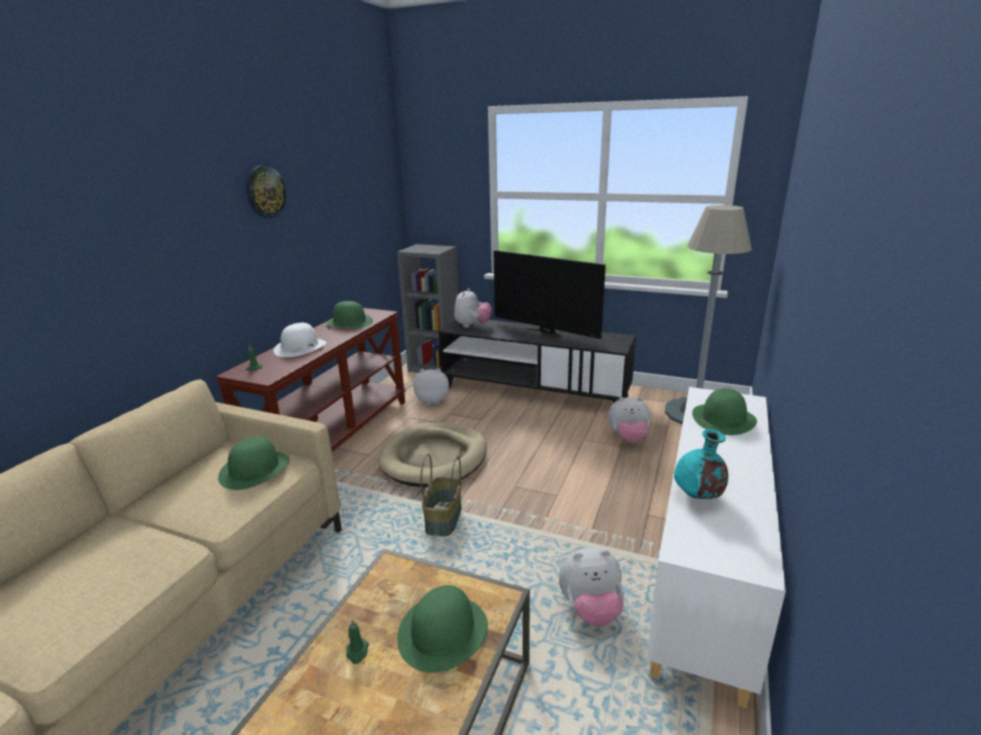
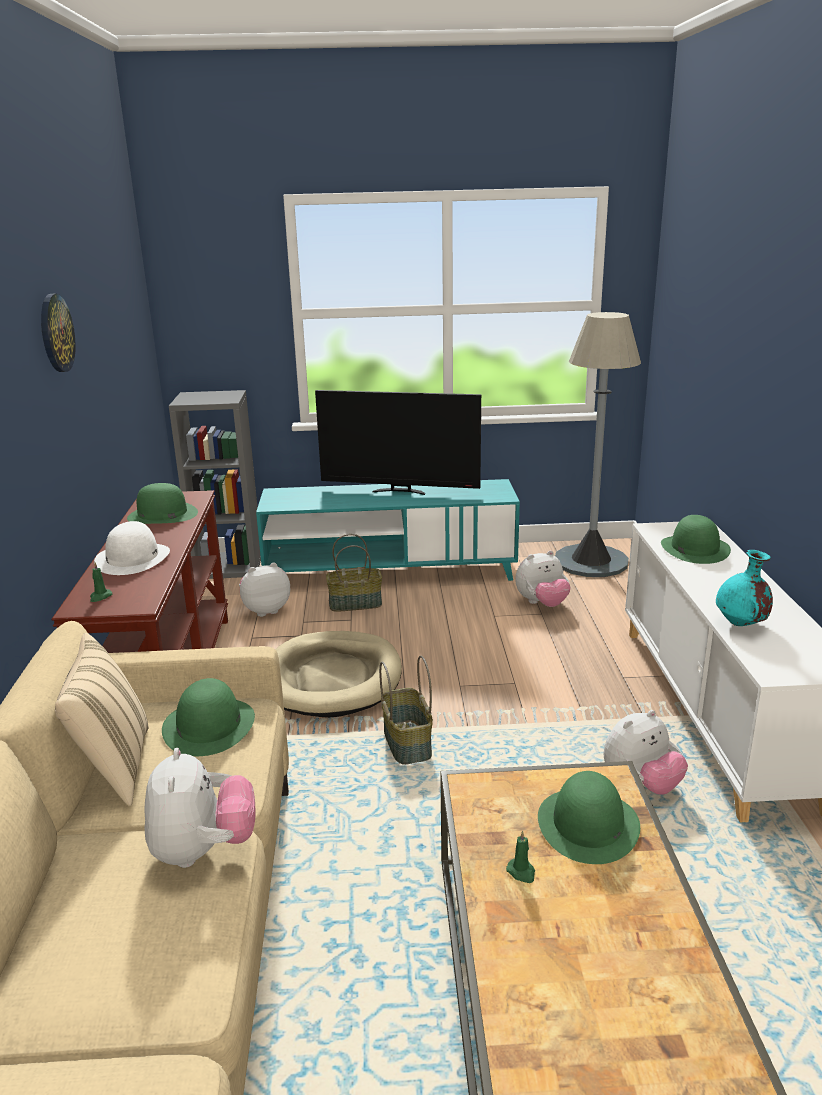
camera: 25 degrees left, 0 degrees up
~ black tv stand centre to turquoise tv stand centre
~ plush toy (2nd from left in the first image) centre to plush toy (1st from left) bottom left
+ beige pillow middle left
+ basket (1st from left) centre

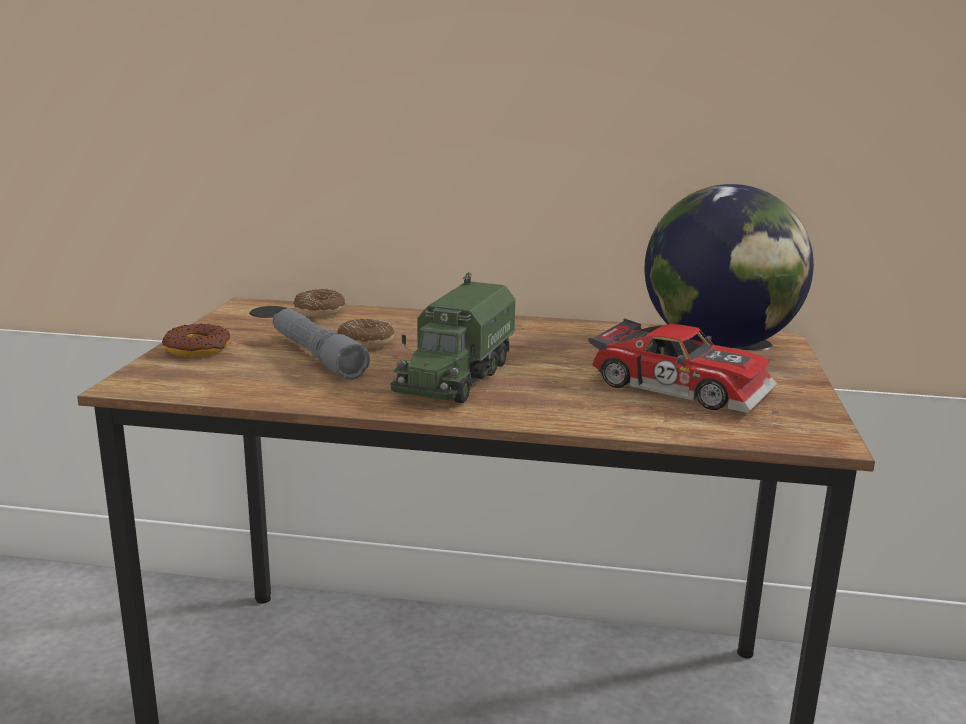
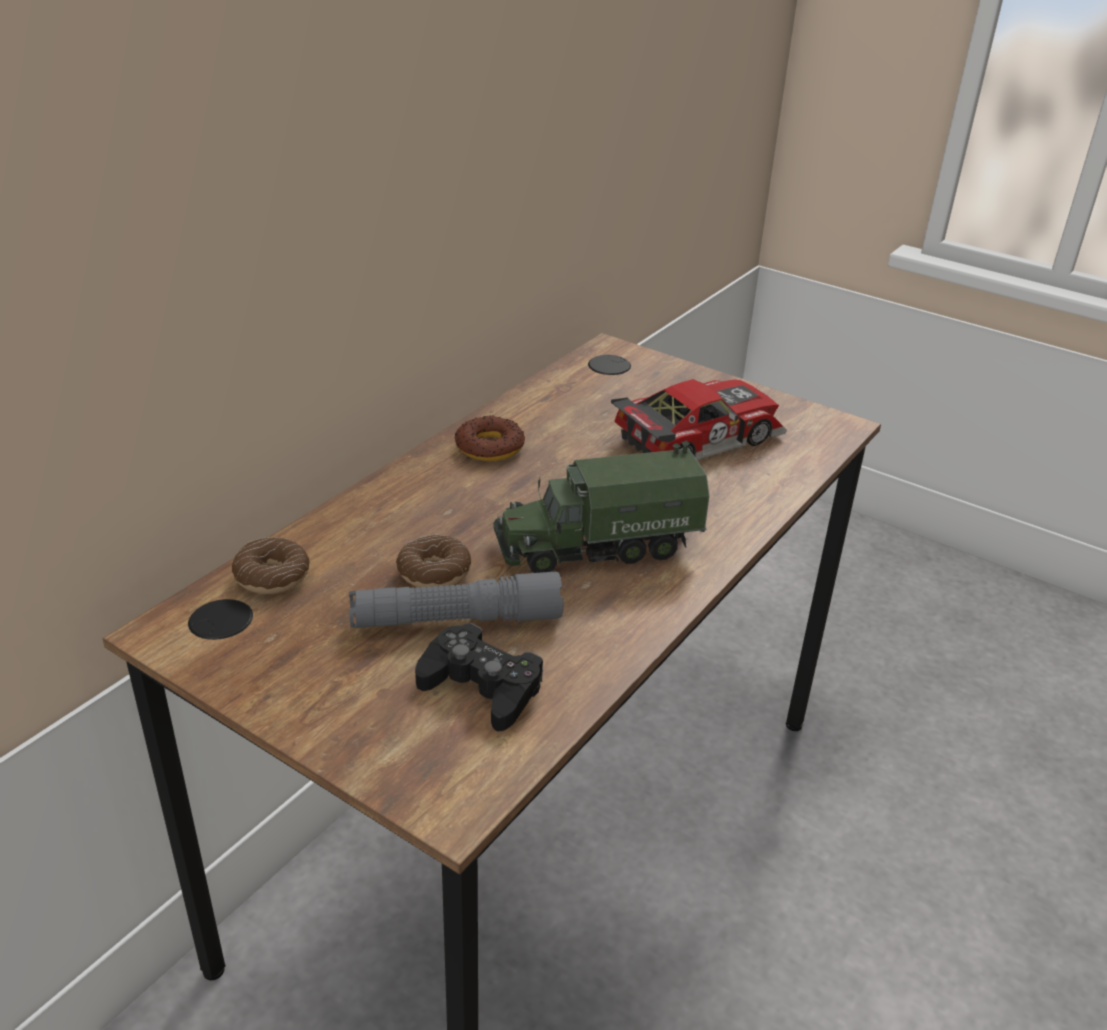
camera: 65 degrees left, 15 degrees up
~ donut (1st from left in the first image) middle left to donut (3rd from left) centre
~ toy truck centre = centre 120 degrees clockwise
- globe middle right
+ black game controller centre

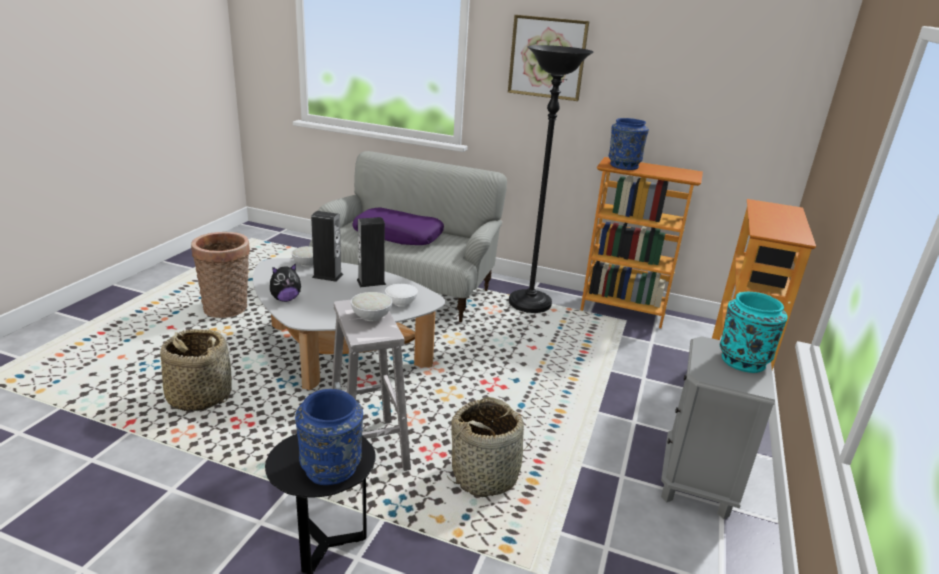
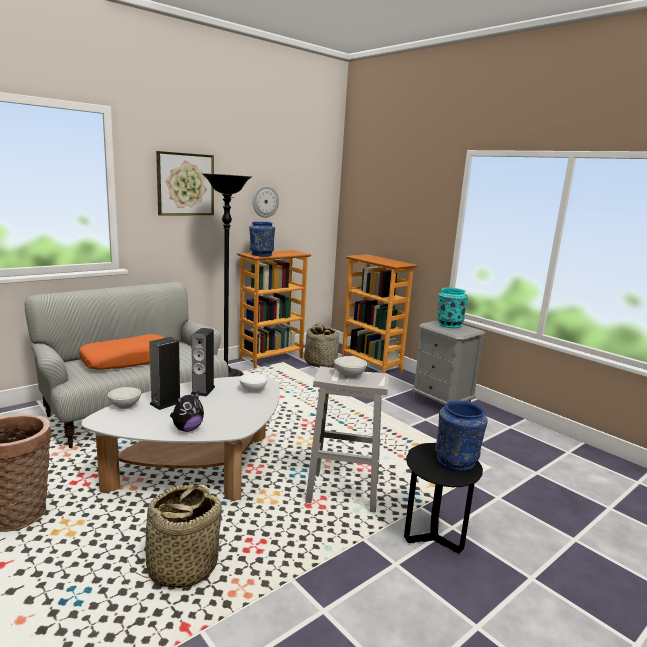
camera: 60 degrees left, 10 degrees down
~ plush toy middle left = middle left 45 degrees clockwise
~ purple pillow centre to orange pillow middle left
~ basket (3rd from left) bottom centre to centre
+ wall clock top centre

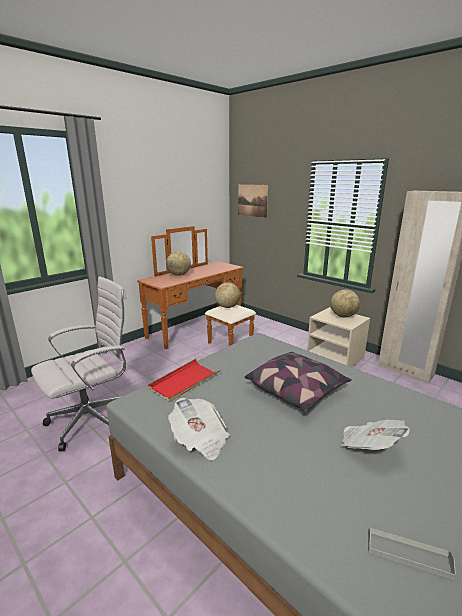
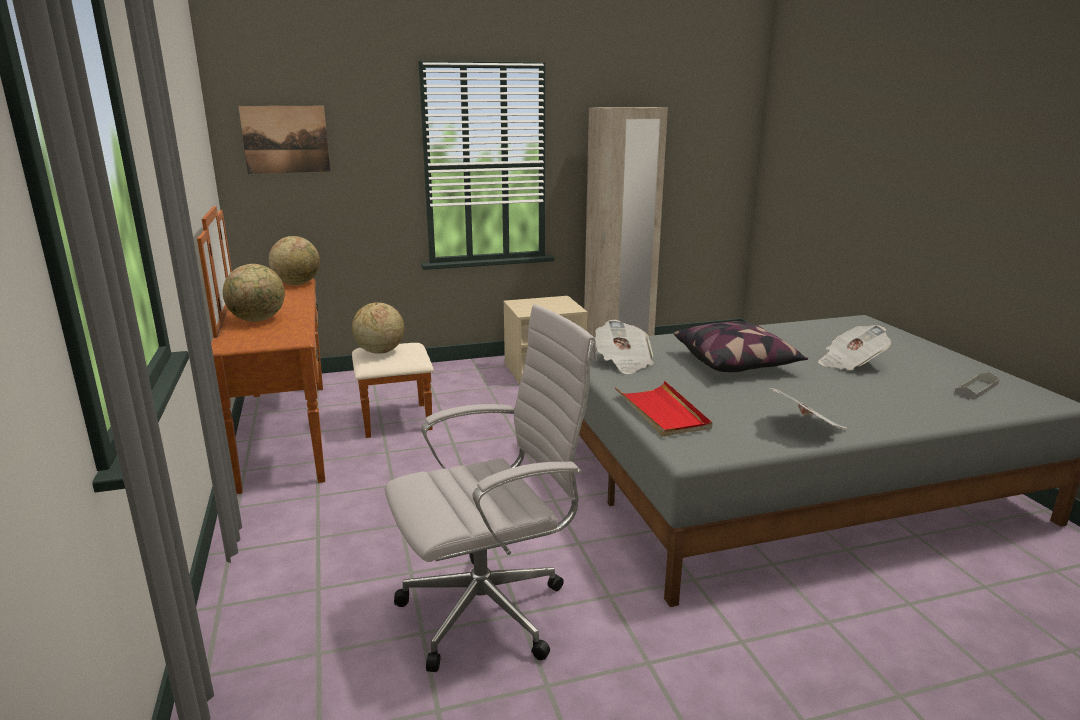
camera: 60 degrees left, 0 degrees up
~ white office chair middle left = bottom centre 75 degrees clockwise
~ globe (3rd from left in the first image) middle right to globe (2nd from left) middle left
+ newspaper (1st from left) centre

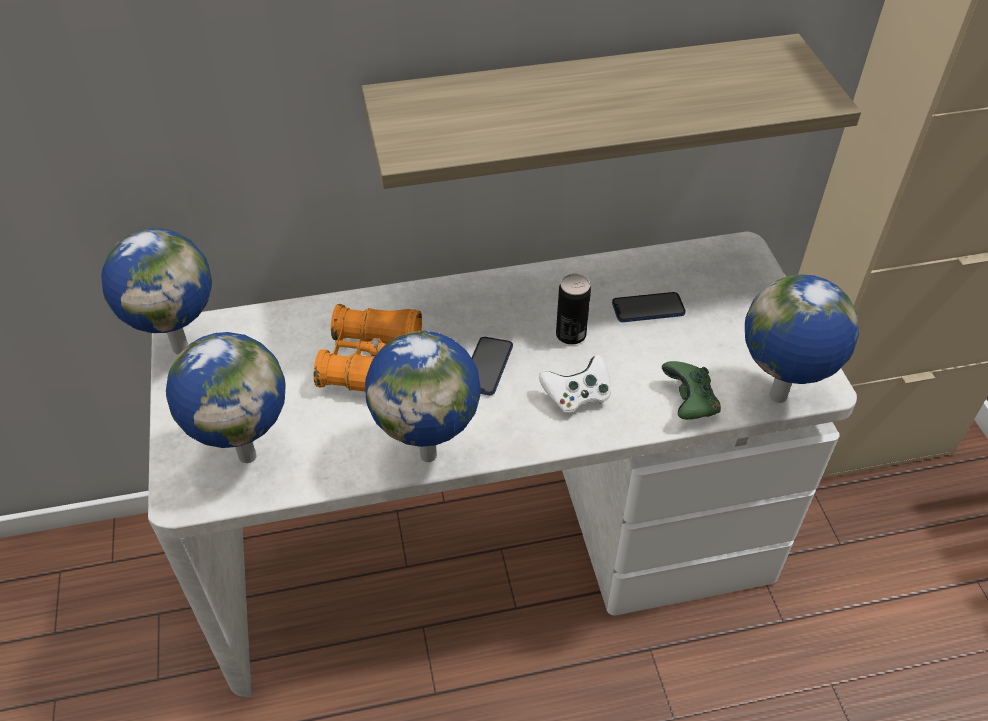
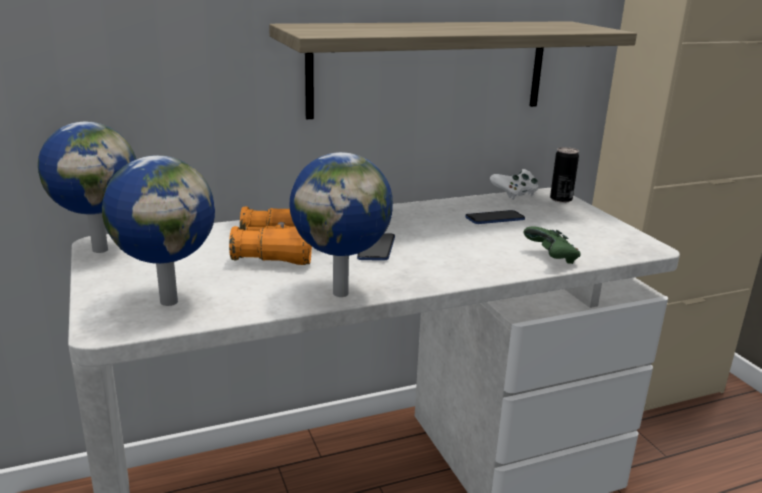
camera: 10 degrees left, 25 degrees down
~ white game controller centre to middle right
~ can centre to middle right
- globe (4th from left) middle right

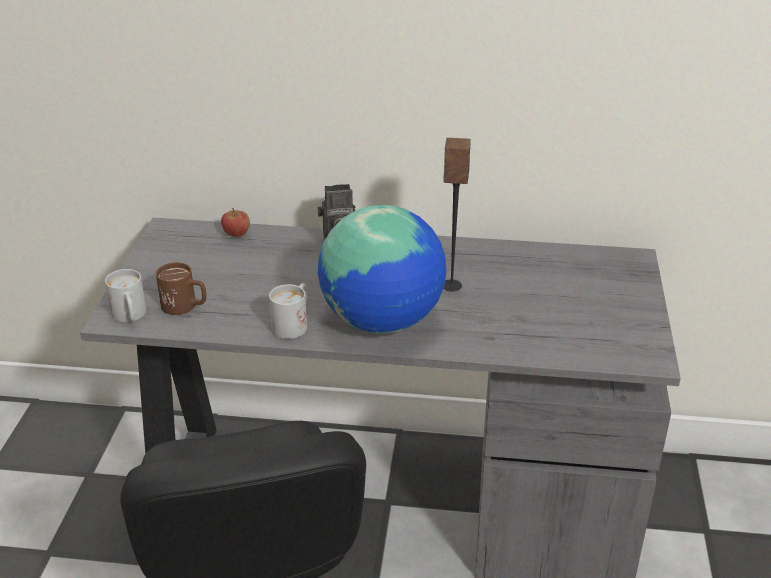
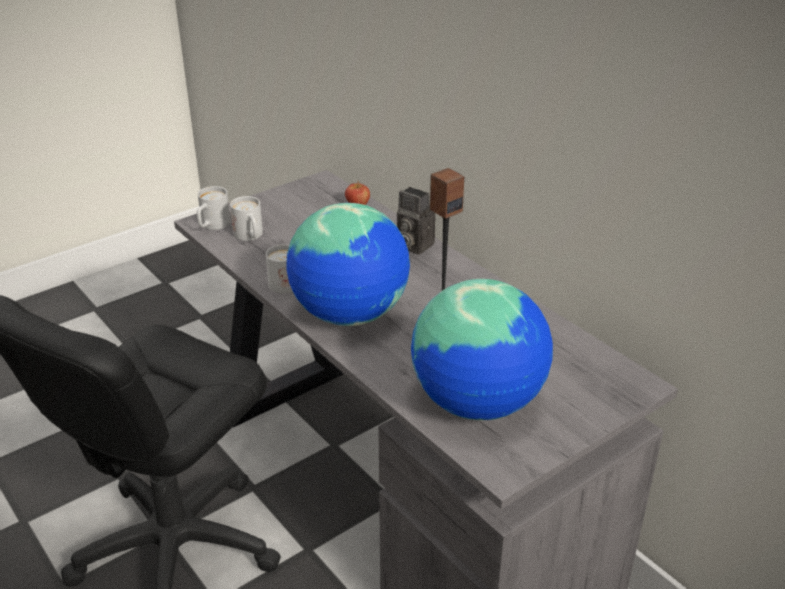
camera: 45 degrees right, 0 degrees up
~ brown mug middle left to white mug (2nd from left) middle left
+ globe (2nd from left) centre

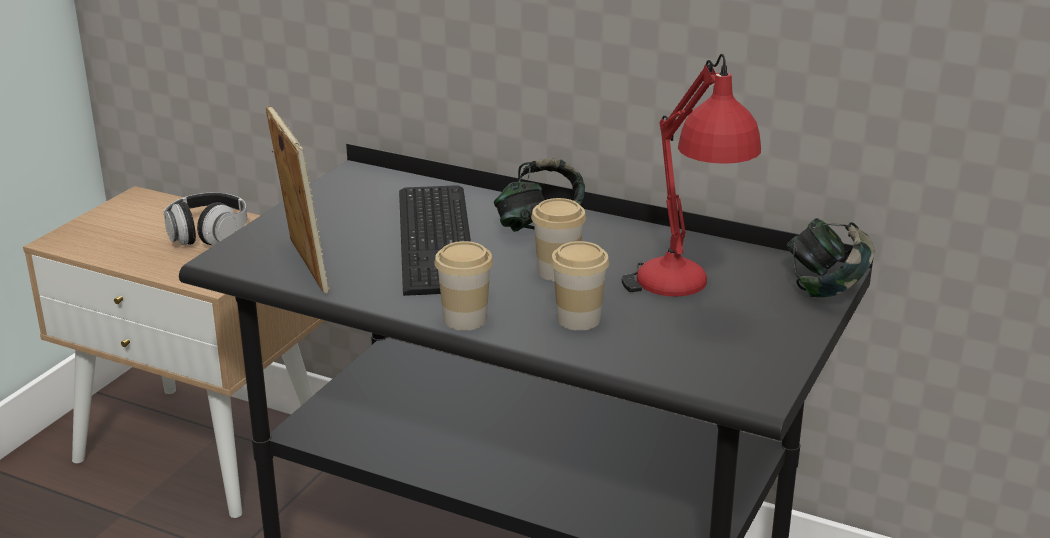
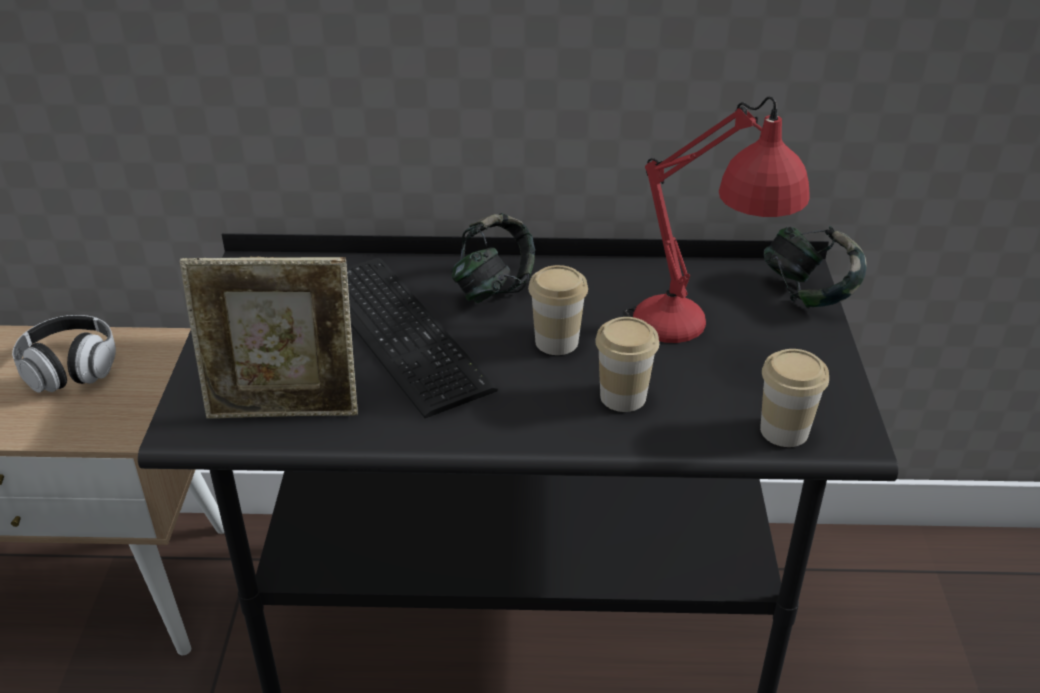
camera: 25 degrees left, 10 degrees up
~ picture frame middle left = middle left 135 degrees clockwise
~ cup (1st from left in the first image) centre to cup (3rd from left) middle right

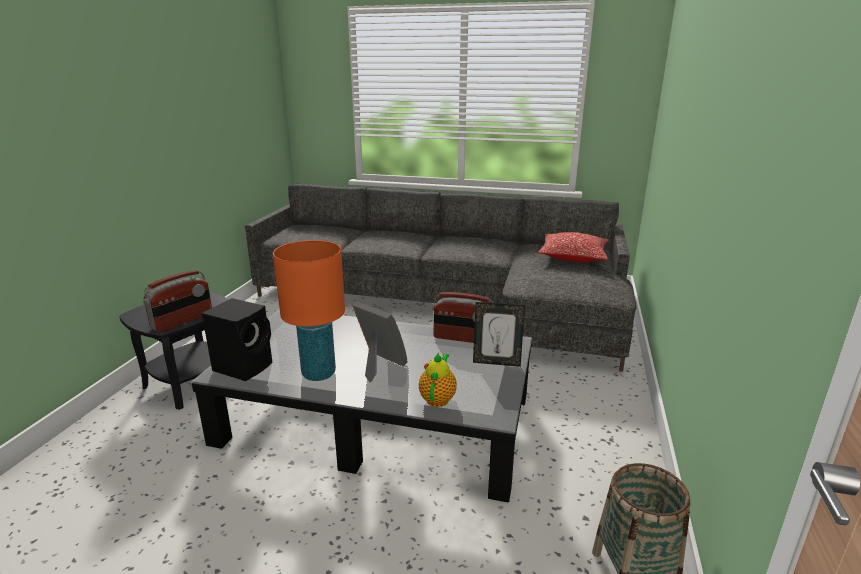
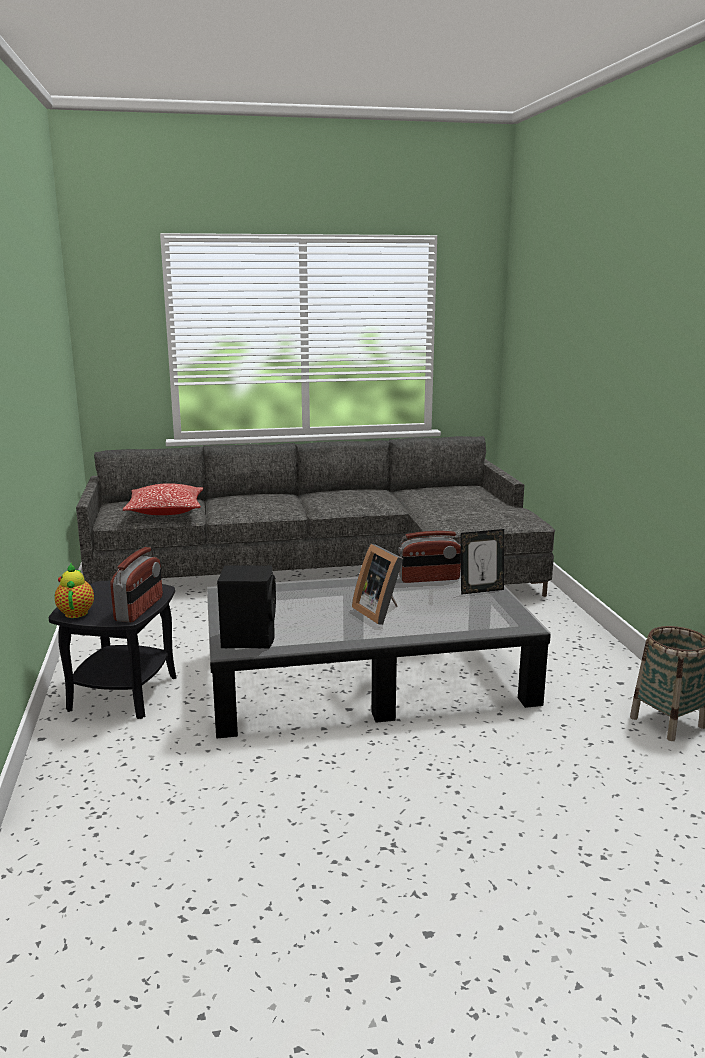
camera: 25 degrees left, 5 degrees down
- orange table lamp centre
~ picture frame (1st from left) centre = centre 135 degrees counterclockwise
~ teapot centre to middle left
~ pillow centre to middle left

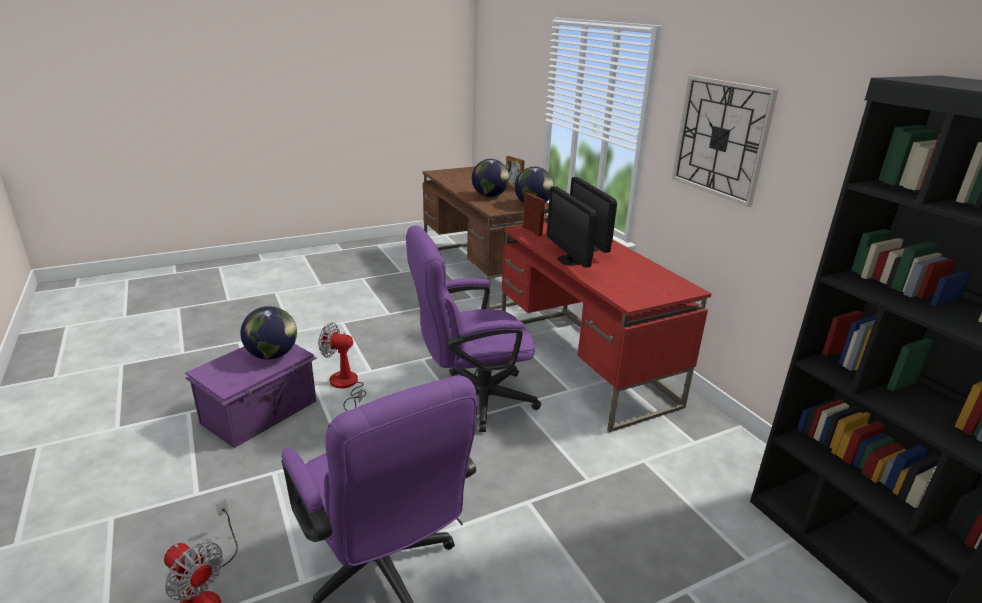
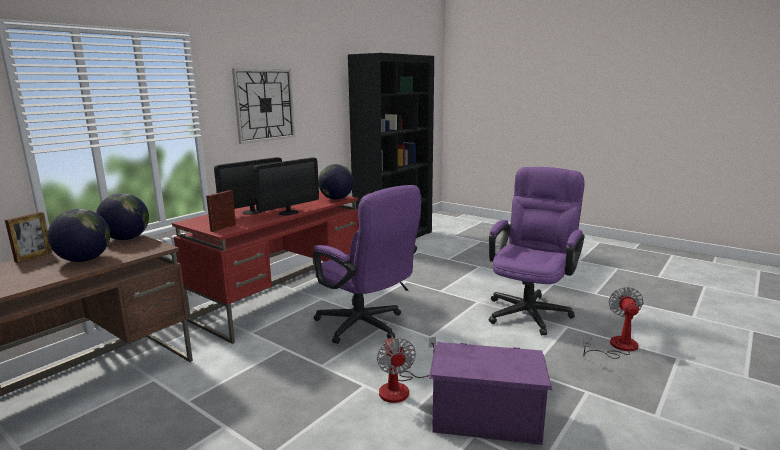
camera: 115 degrees left, 10 degrees down
~ globe (1st from left in the first image) middle left to globe (3rd from left) centre

